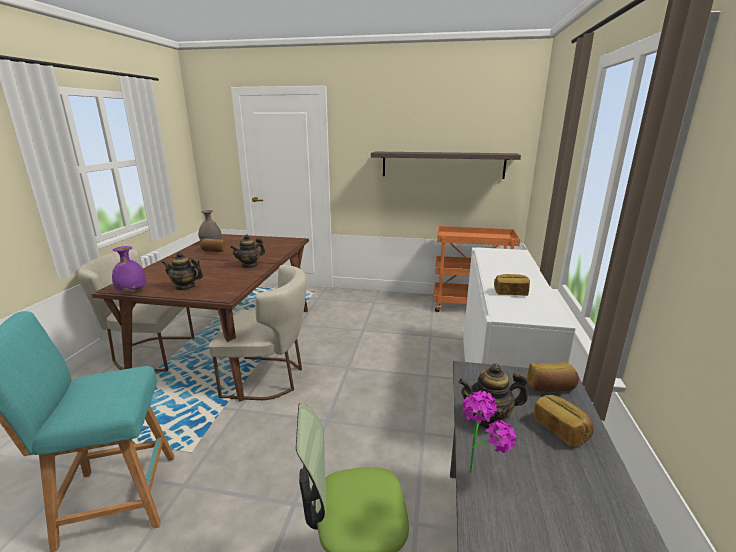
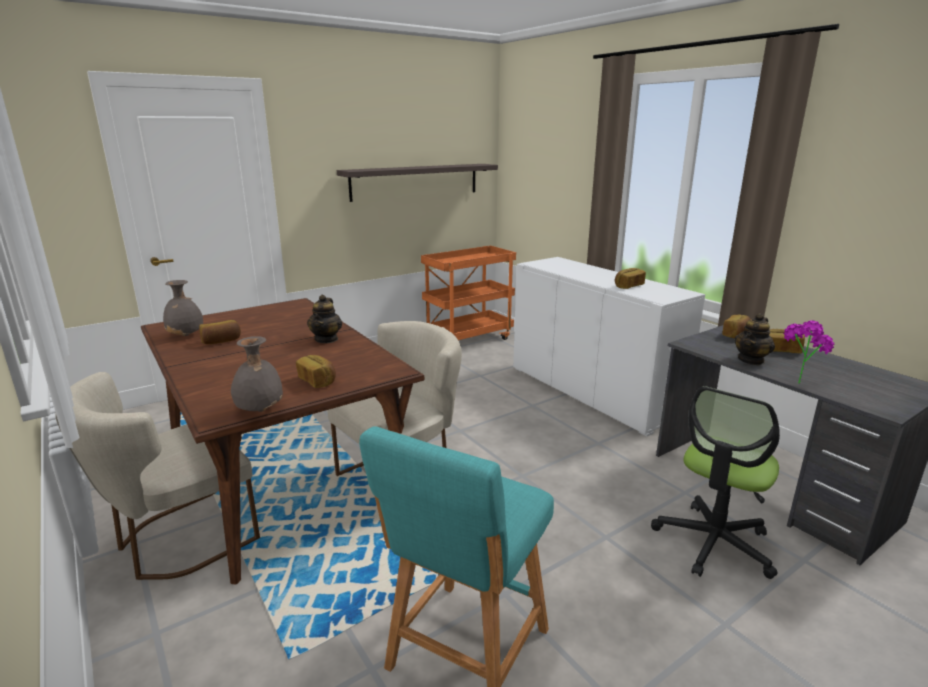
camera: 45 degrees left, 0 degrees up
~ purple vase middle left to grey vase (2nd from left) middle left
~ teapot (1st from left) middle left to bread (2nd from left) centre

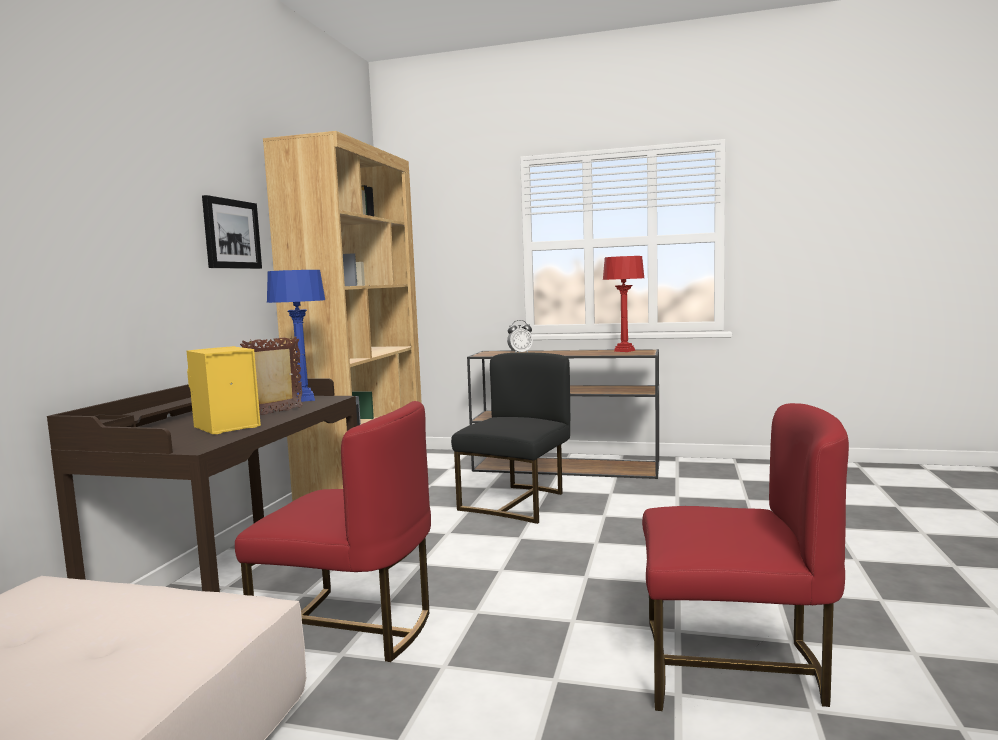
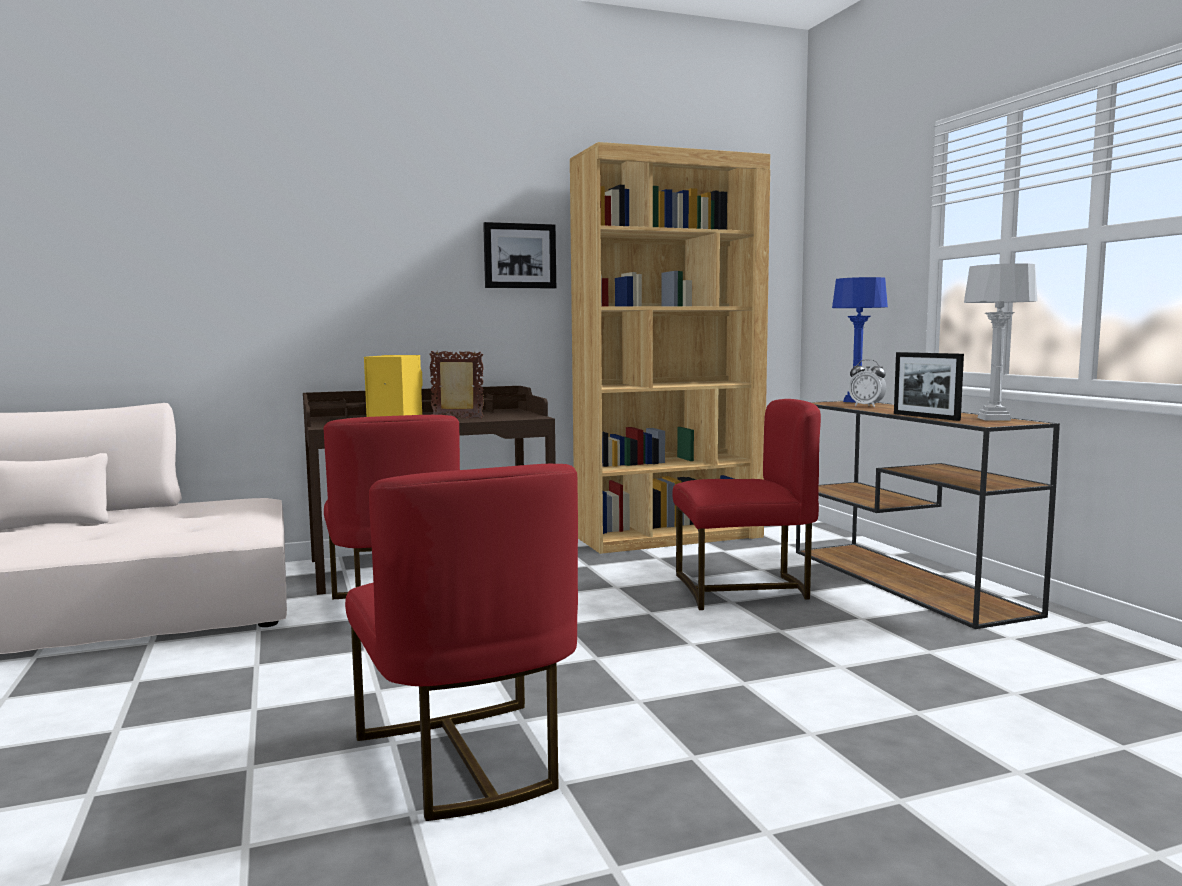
camera: 55 degrees right, 0 degrees up
~ blue table lamp middle left to middle right
~ black chair centre to red chair (3rd from left) centre
~ red table lamp centre to grey table lamp middle right
+ picture frame (2nd from left) middle right

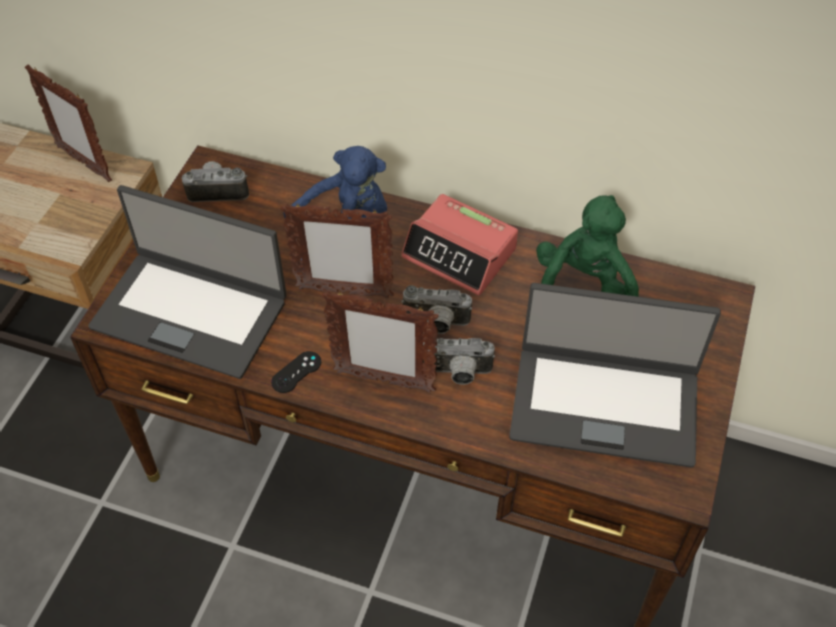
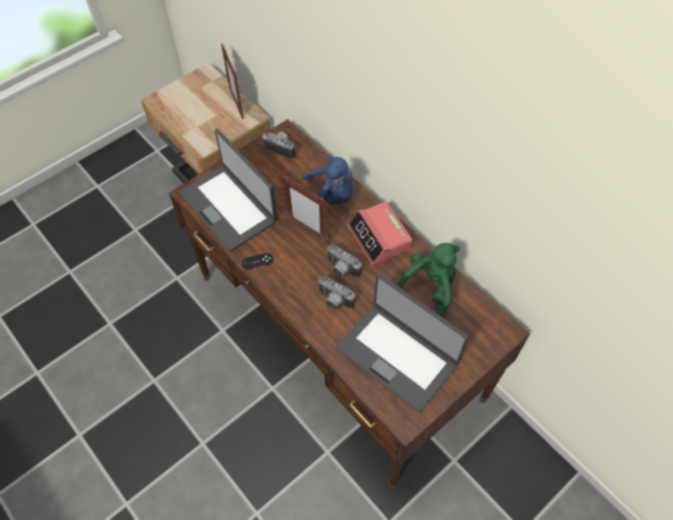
camera: 30 degrees right, 5 degrees up
- picture frame (3rd from left) centre

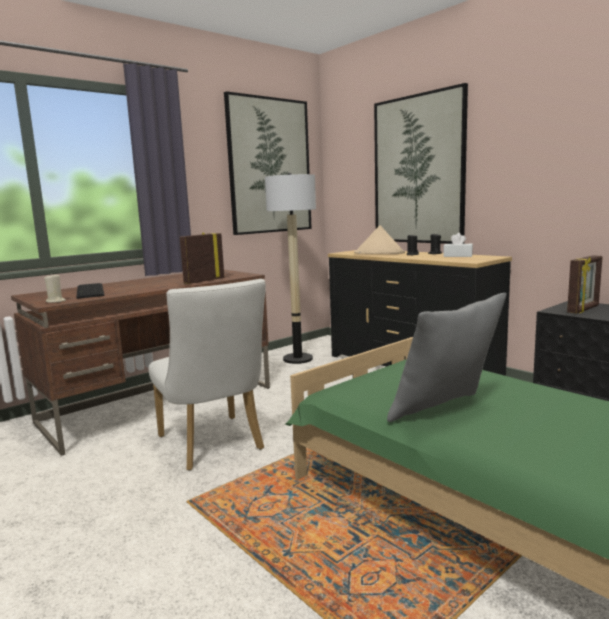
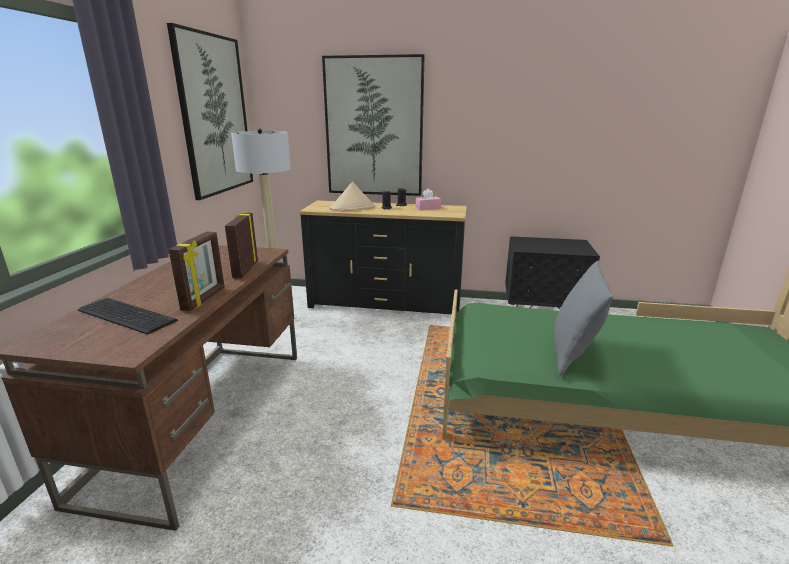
camera: 40 degrees left, 10 degrees up
- beige candle middle left
- white chair centre
~ white tissue box middle right to pink tissue box centre
~ picture frame (2nd from left in the first image) middle right to picture frame (1st from left) middle left

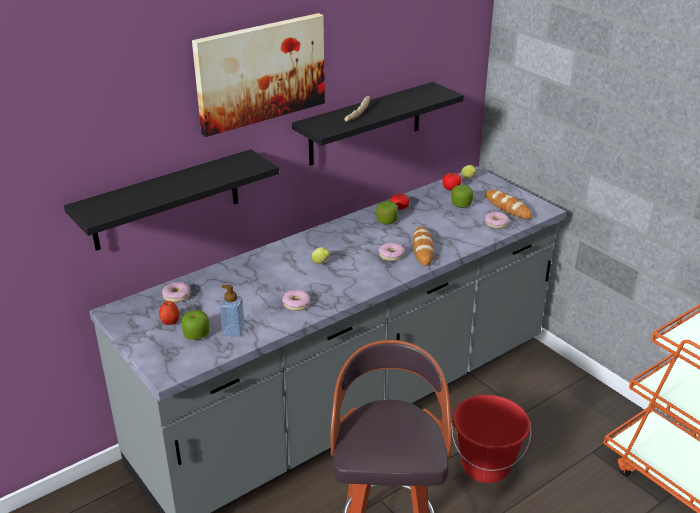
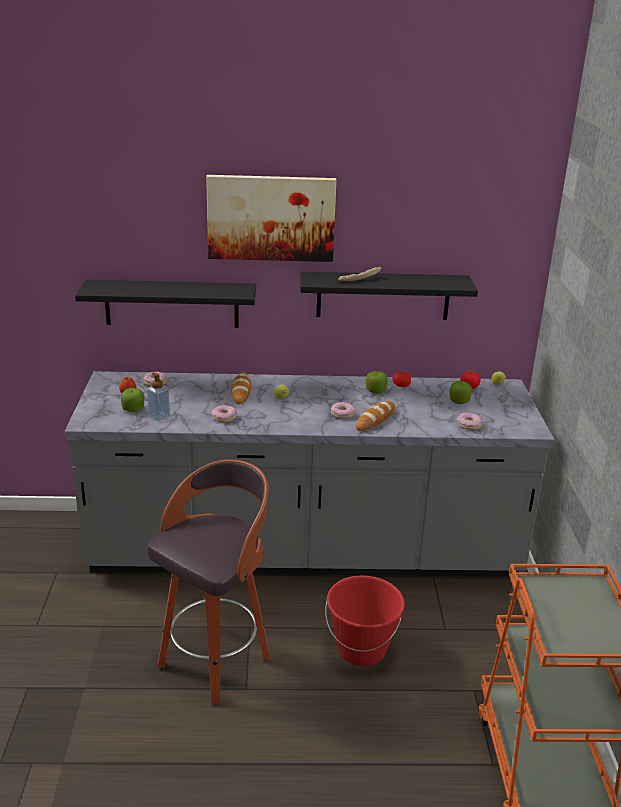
camera: 35 degrees right, 5 degrees down
~ bread (3rd from left in the first image) middle right to bread (1st from left) centre

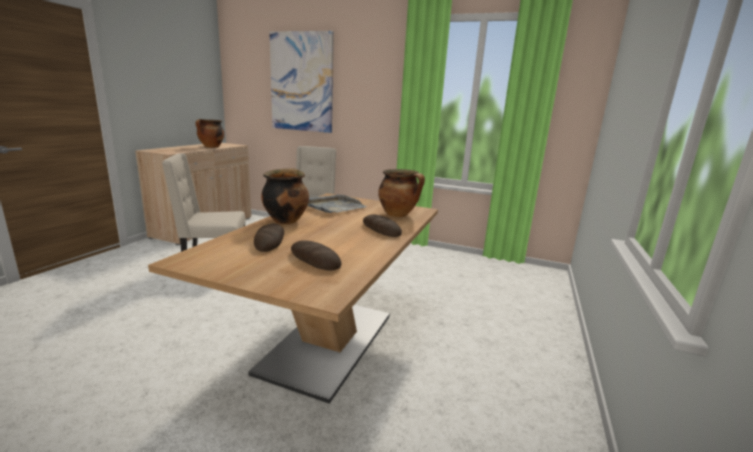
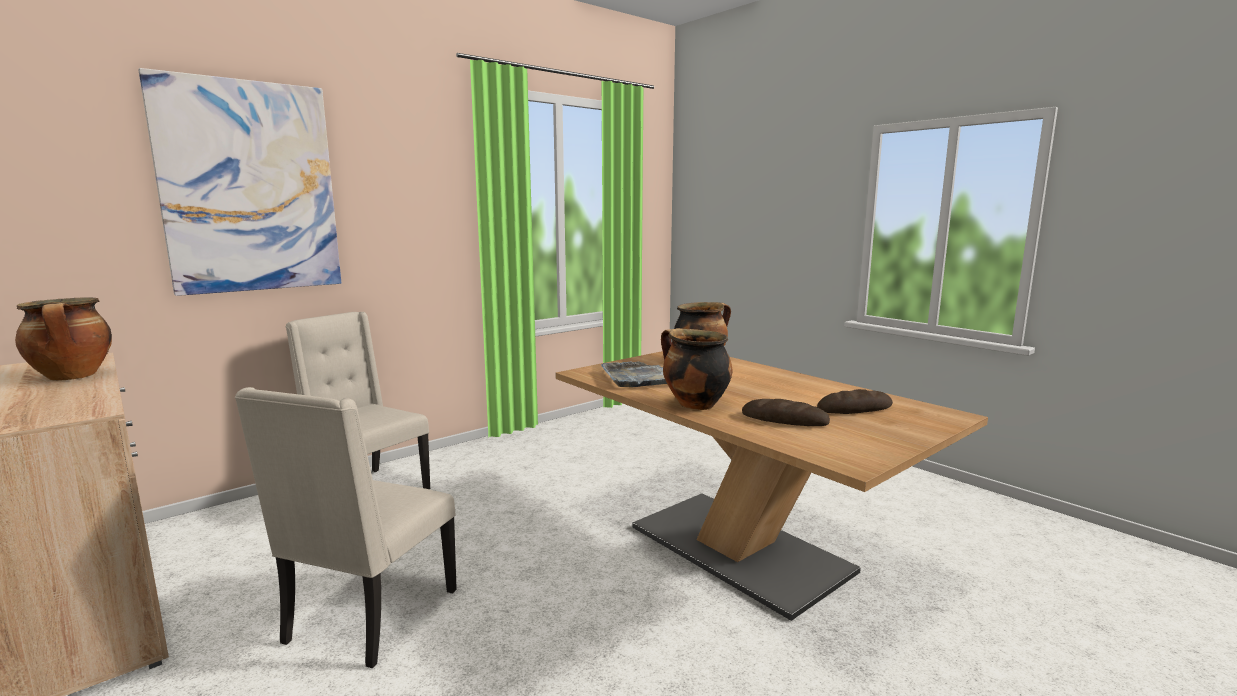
camera: 60 degrees left, 5 degrees down
- bread (3rd from left) centre

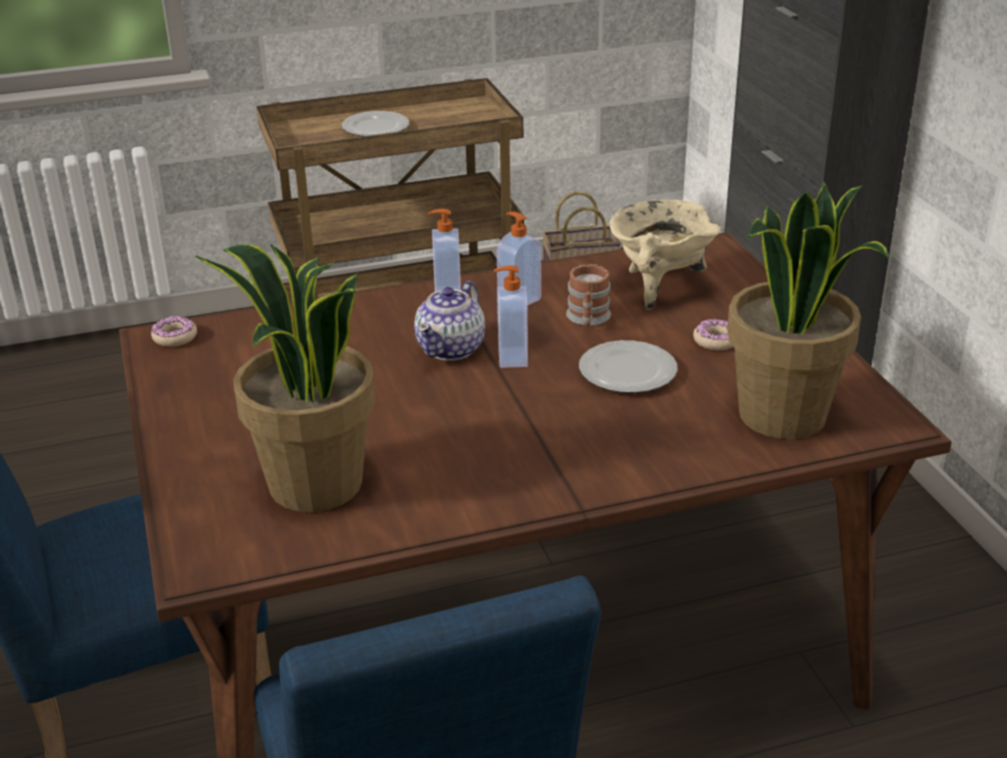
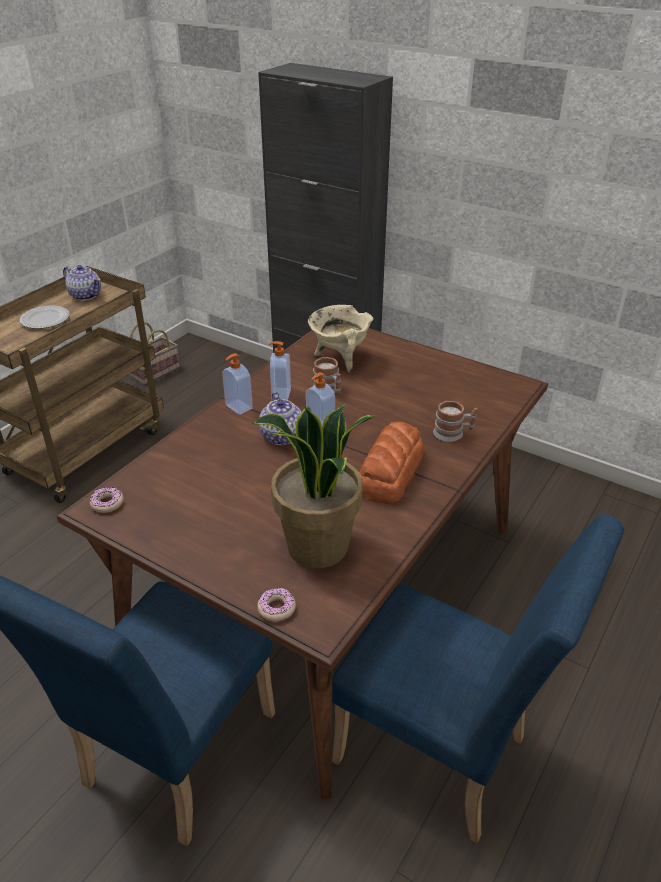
camera: 40 degrees left, 5 degrees up
- plate (2nd from left) centre
~ donut (2nd from left) middle right to bottom centre
- potted plant (2nd from left) middle right
+ teapot (1st from left) top left
+ bread centre
+ mug (2nd from left) middle right

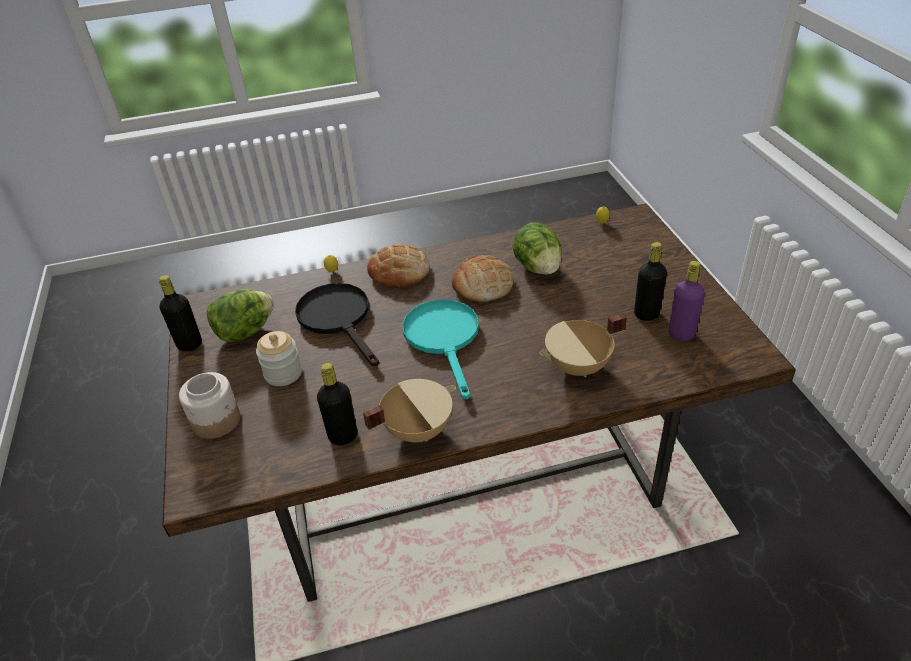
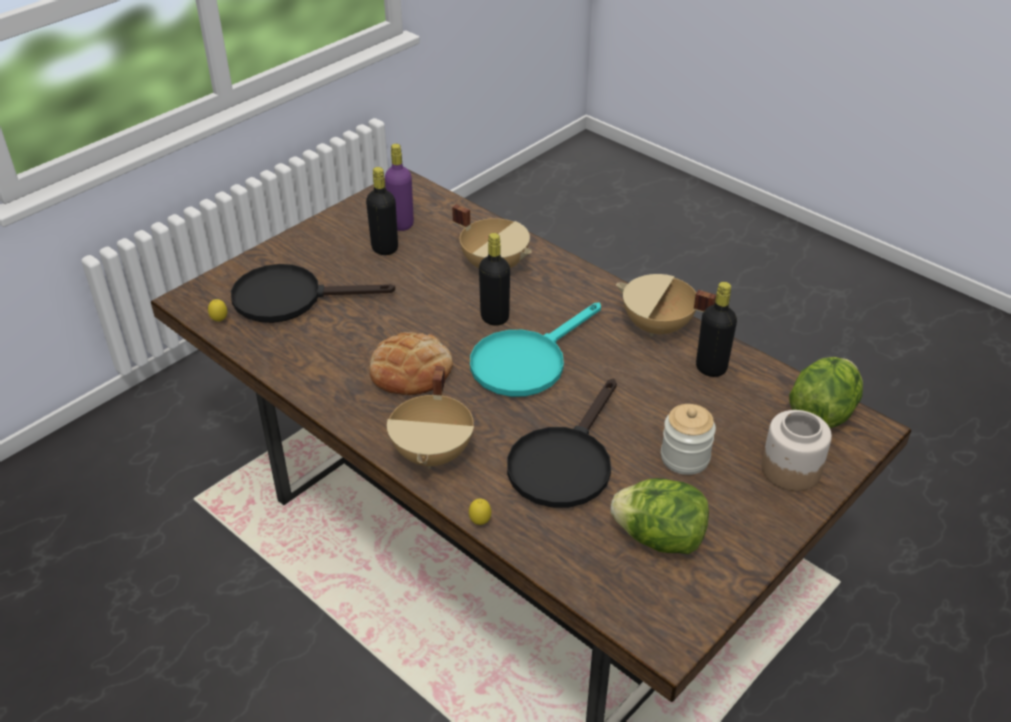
camera: 125 degrees left, 0 degrees up
~ black bottle (1st from left in the first image) middle left to black bottle (2nd from left) centre
~ bread (1st from left) centre to beige cooking pot (1st from left) centre
~ lettuce (2nd from left) centre to middle right
+ black frying pan (1st from left) middle left

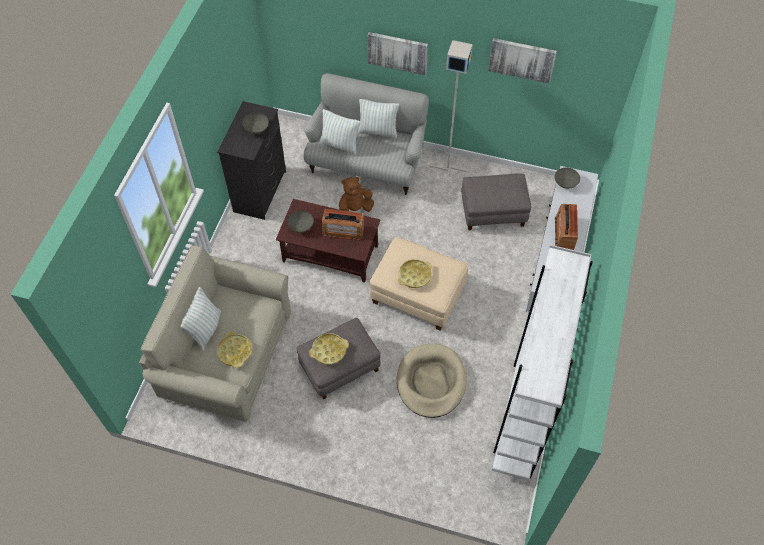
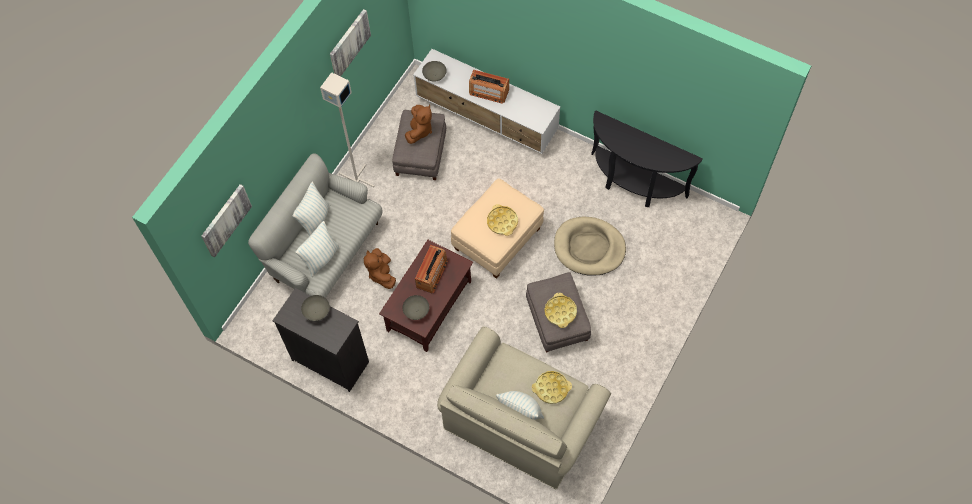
camera: 75 degrees left, 5 degrees up
~ picture (1st from left) top centre to middle left
~ white bookcase middle right to black console table top centre
+ brown plush toy (2nd from left) top centre

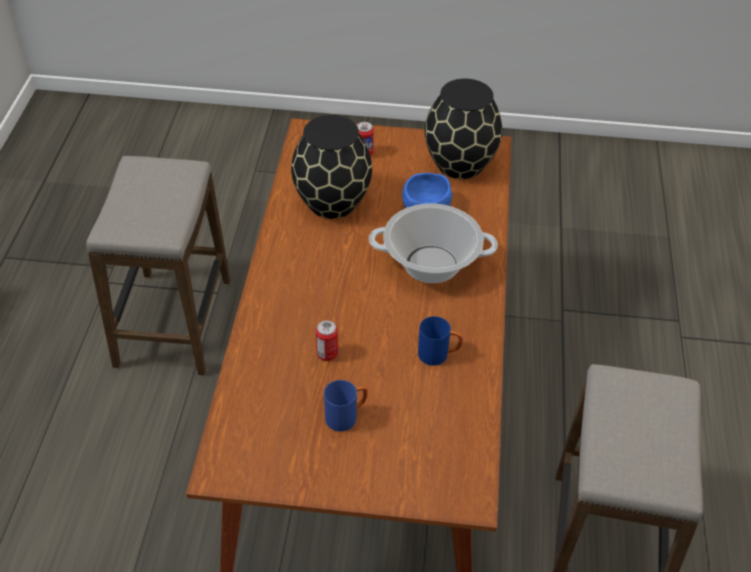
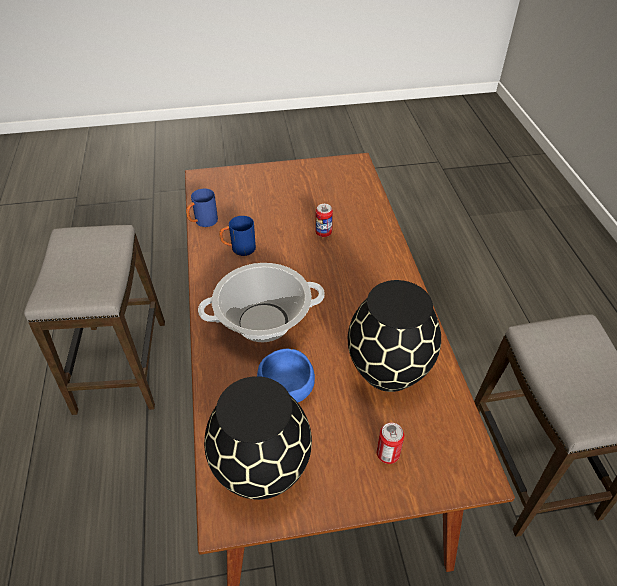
camera: 165 degrees right, 0 degrees up
~ blue mug (1st from left) bottom centre to middle left

